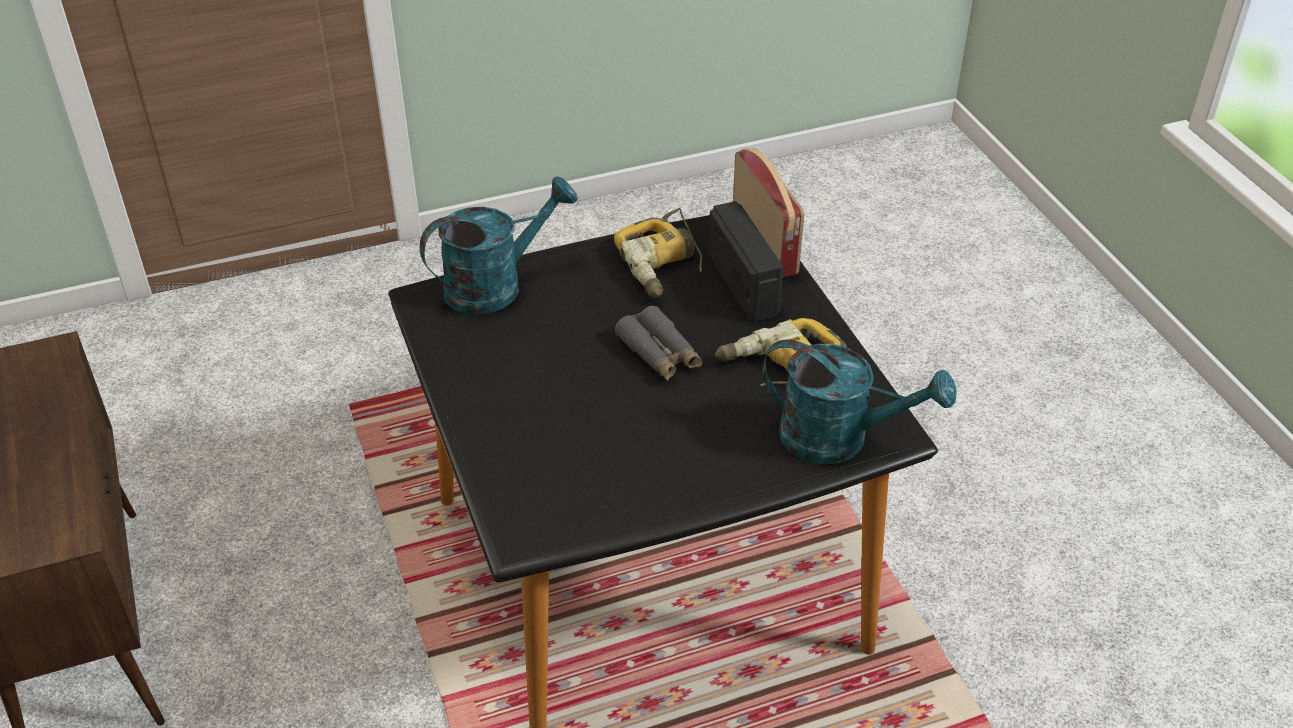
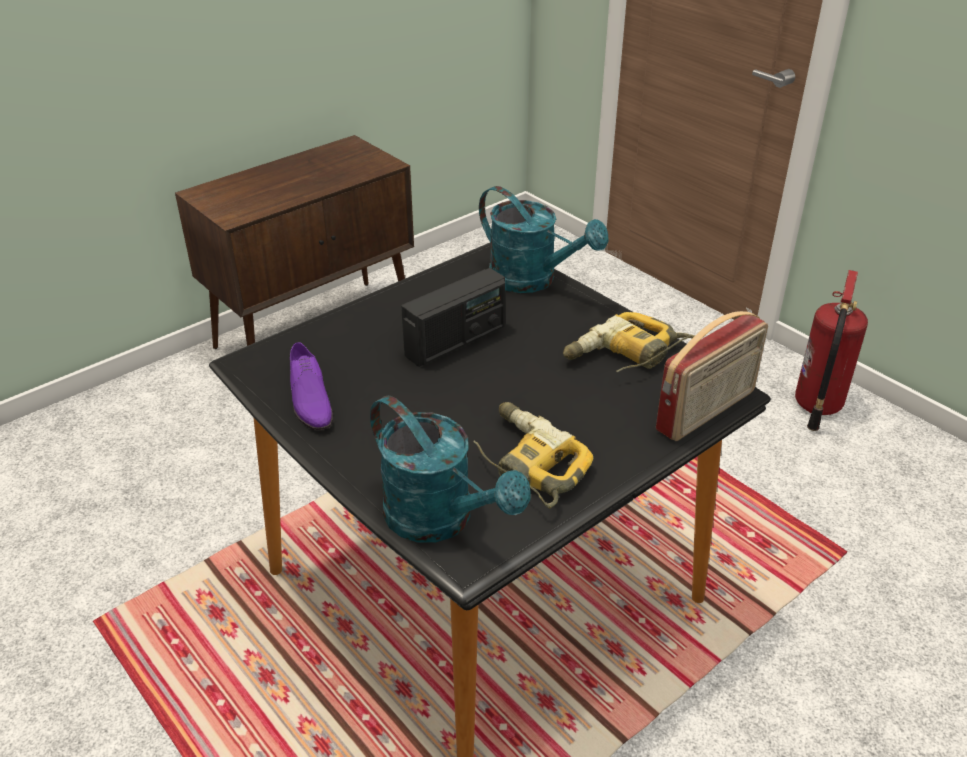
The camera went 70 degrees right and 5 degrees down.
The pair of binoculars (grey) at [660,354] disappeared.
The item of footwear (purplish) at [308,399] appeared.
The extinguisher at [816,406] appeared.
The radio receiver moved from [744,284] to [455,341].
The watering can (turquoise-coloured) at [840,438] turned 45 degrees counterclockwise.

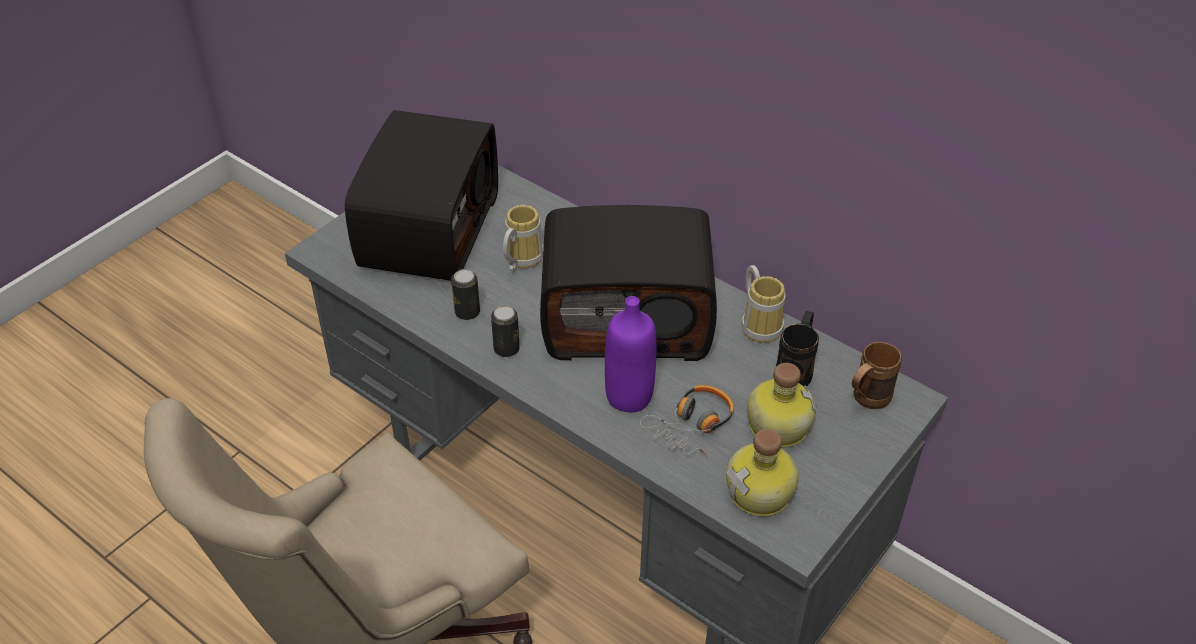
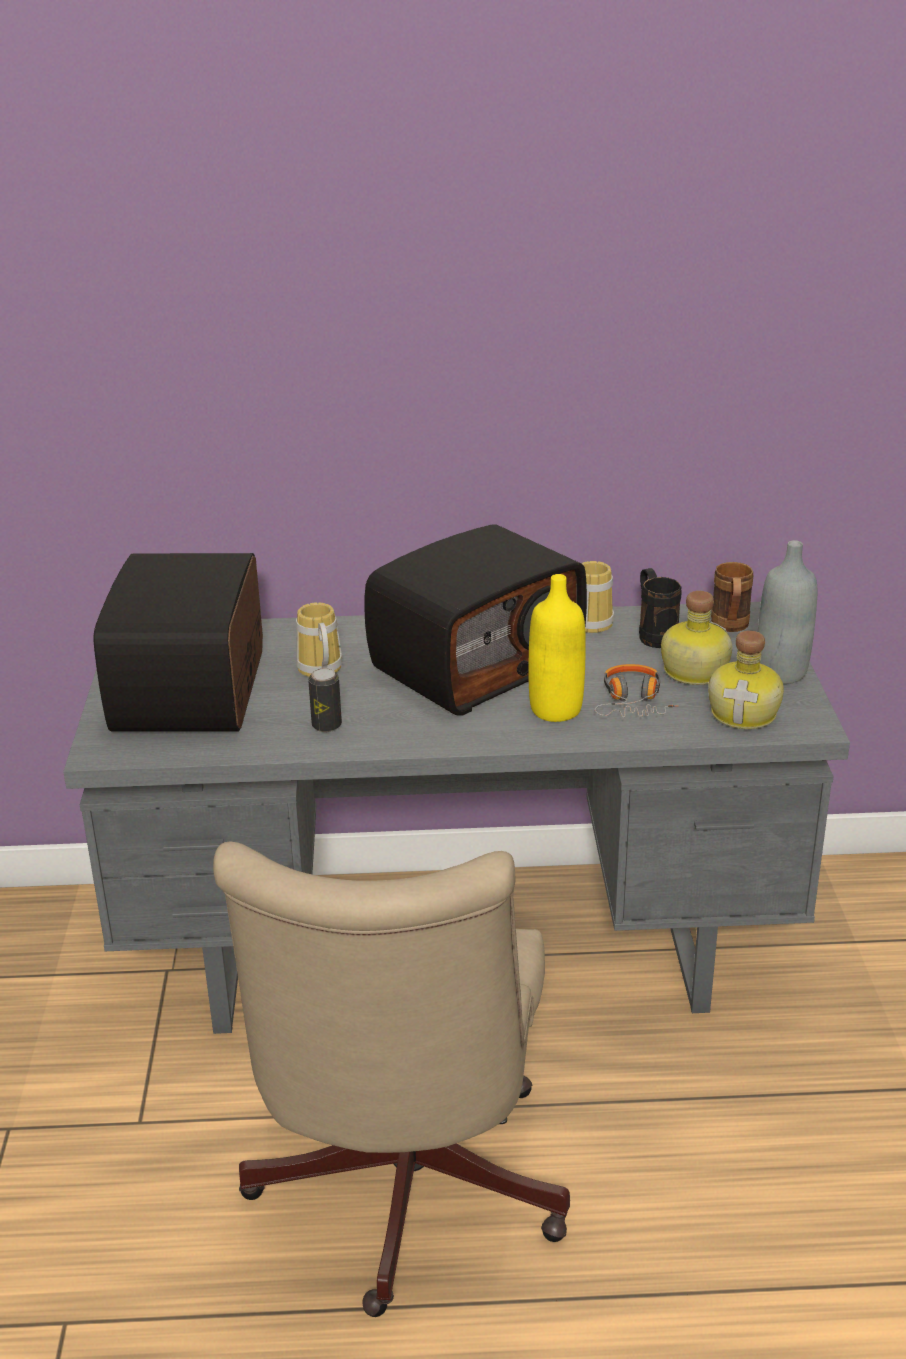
The camera went 40 degrees left and 15 degrees down.
The can at [506,349] disappeared.
The drink bottle (grey) at [781,673] appeared.
The drink bottle (purplish) at [629,396] became the drink bottle (yellow) at [555,709].
The radio receiver at [427,230] turned 150 degrees counterclockwise.

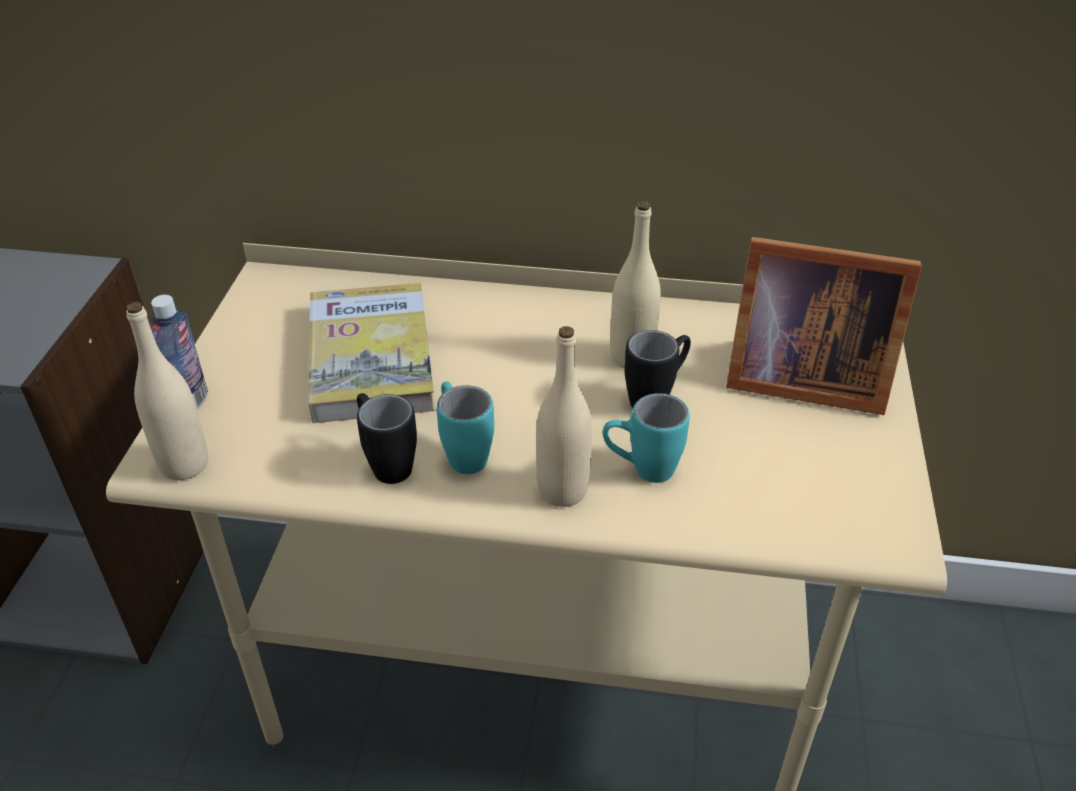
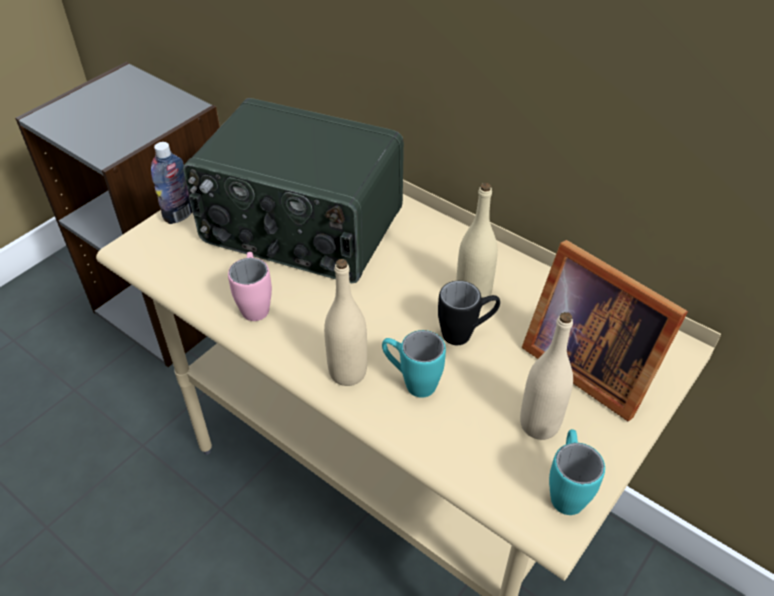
The camera went 30 degrees right and 5 degrees up.
The drink bottle (beige) moved from [184,464] to [539,424].
The tea mug (turquoise-coloured) moved from [463,452] to [566,489].
The book at [370,358] was replaced by the radio receiver at [301,228].
The tea mug (black) at [386,462] became the tea mug (pink) at [255,304].

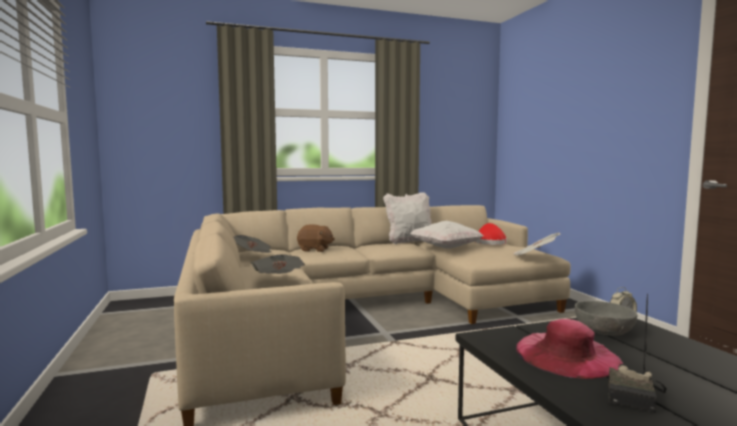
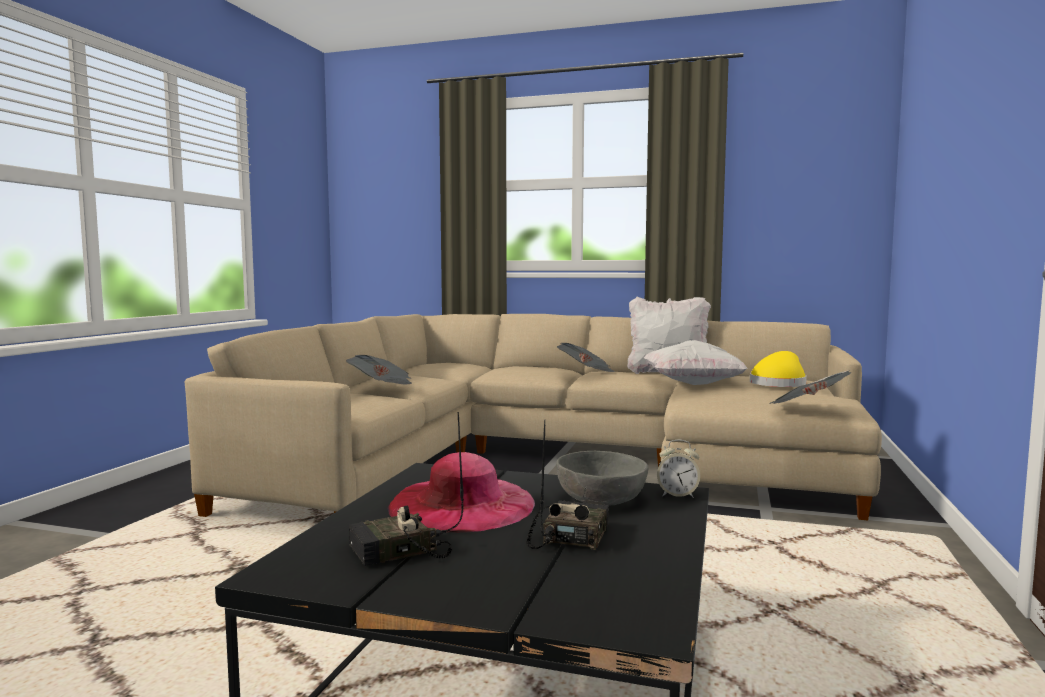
The camera went 35 degrees right and 0 degrees up.
The soft toy (brown) at [315,250] disappeared.
The radio receiver at [569,536] appeared.
The newspaper moved from [253,256] to [586,373].
The wearable hat (red) at [489,242] became the wearable hat (yellow) at [779,384].

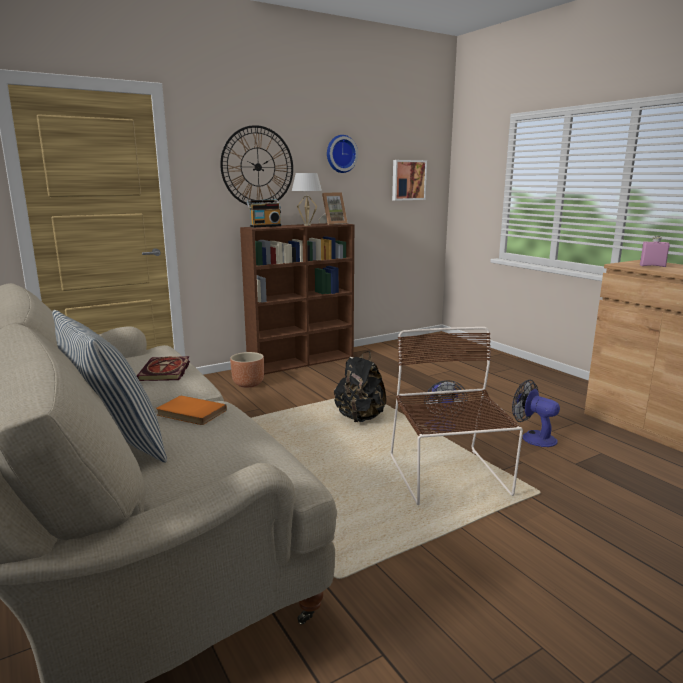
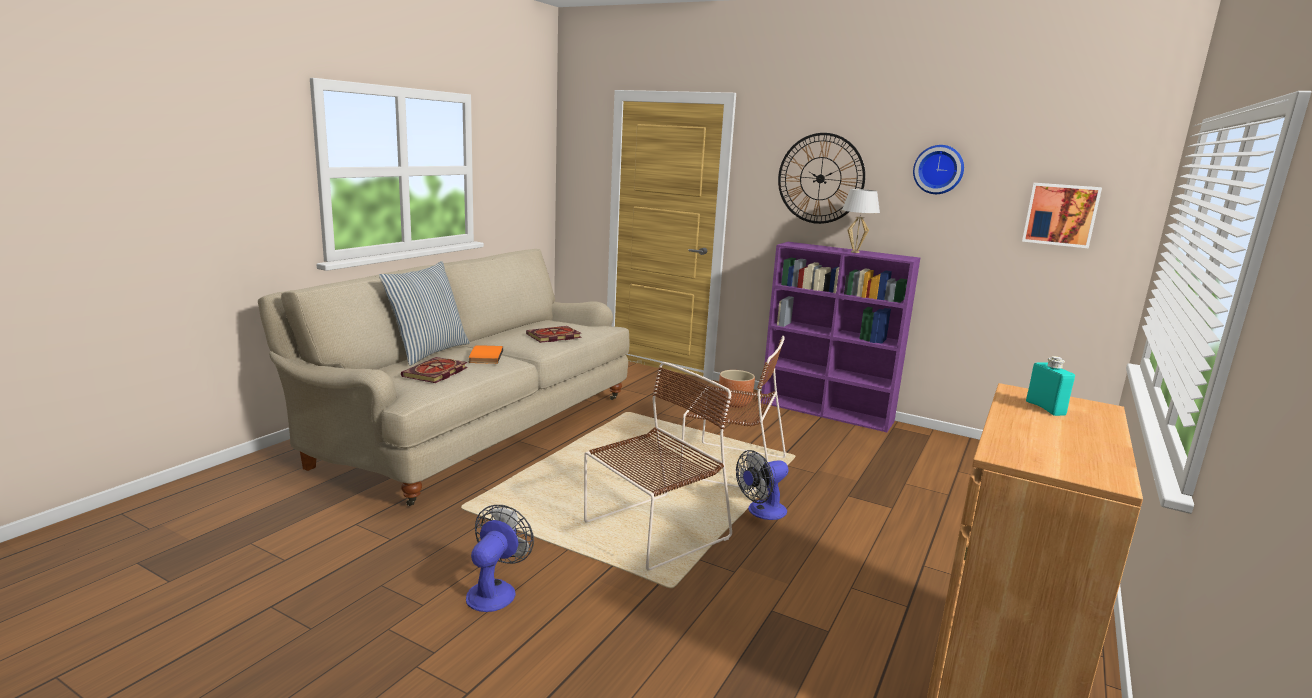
The camera went 60 degrees right and 0 degrees up.
The radio receiver at [265,226] disappeared.
The photo frame at [333,224] disappeared.
The book at [435,373] appeared.
The electric fan moved from [533,437] to [495,590].
The rucksack (black) at [360,418] was replaced by the upright chair (brown) at [730,466].
The bookshelf (brown) at [302,361] became the bookshelf (purplish) at [827,412].
The drink bottle (pink) at [652,266] became the drink bottle (turquoise-coloured) at [1045,408].

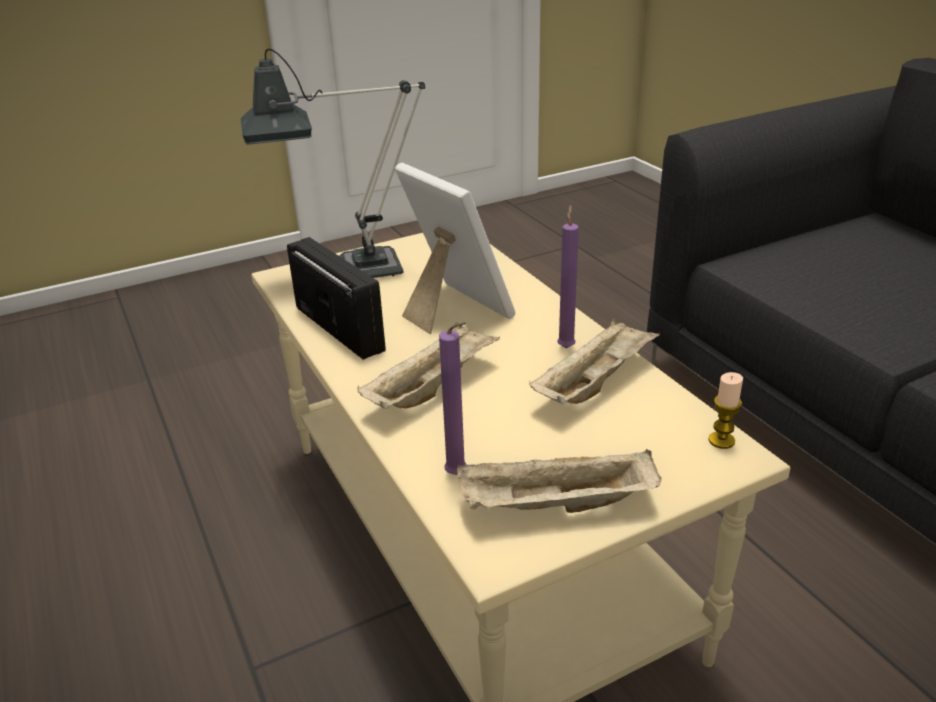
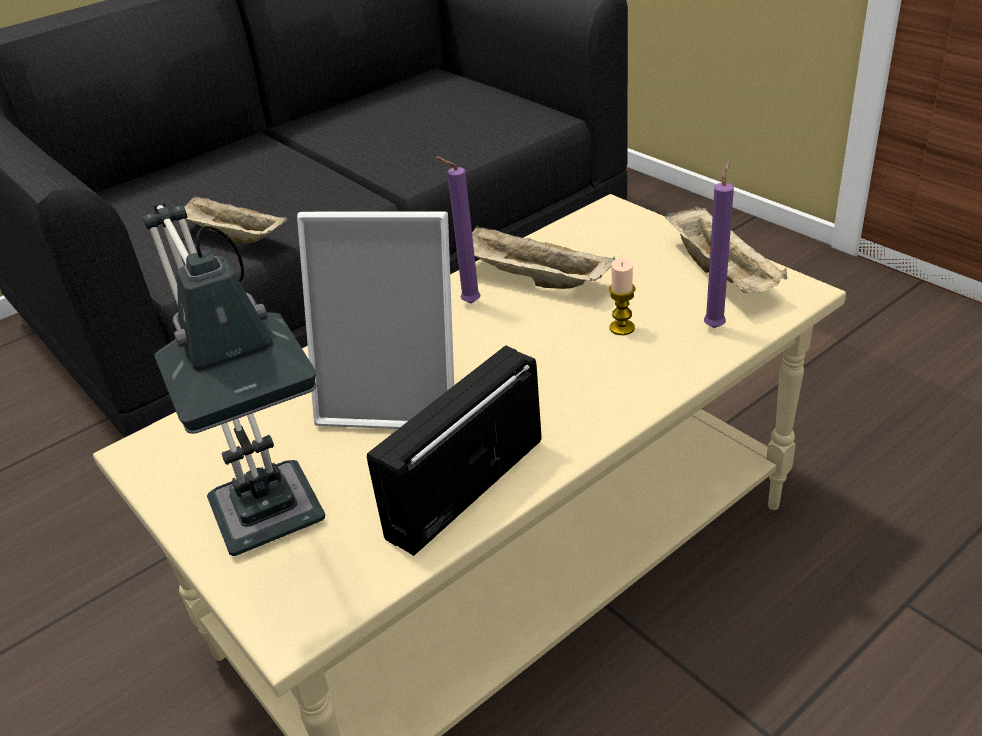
The camera went 100 degrees left and 5 degrees up.
The serving tray (beige) moved from [432,387] to [231,237].
The candle moved from [721,440] to [622,328].
The photo frame at [452,310] turned 120 degrees counterclockwise.

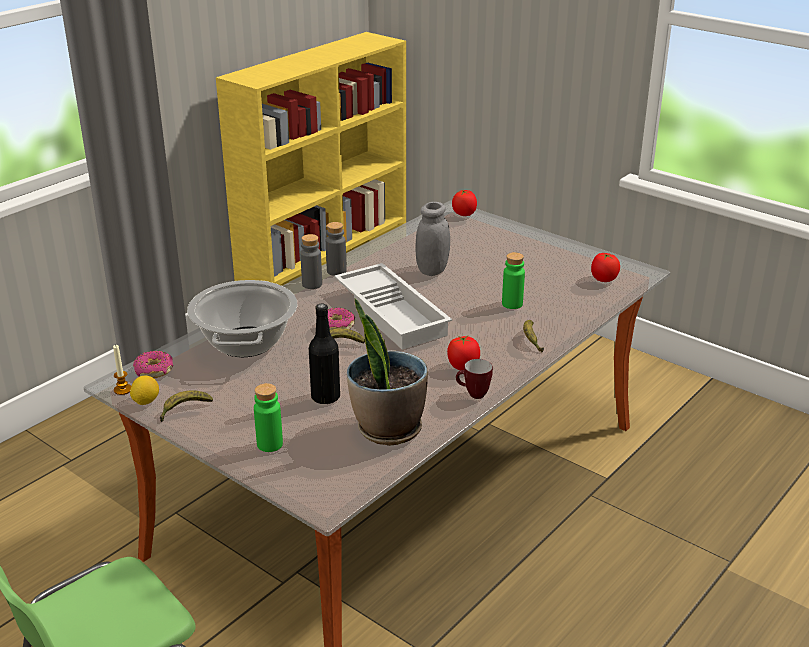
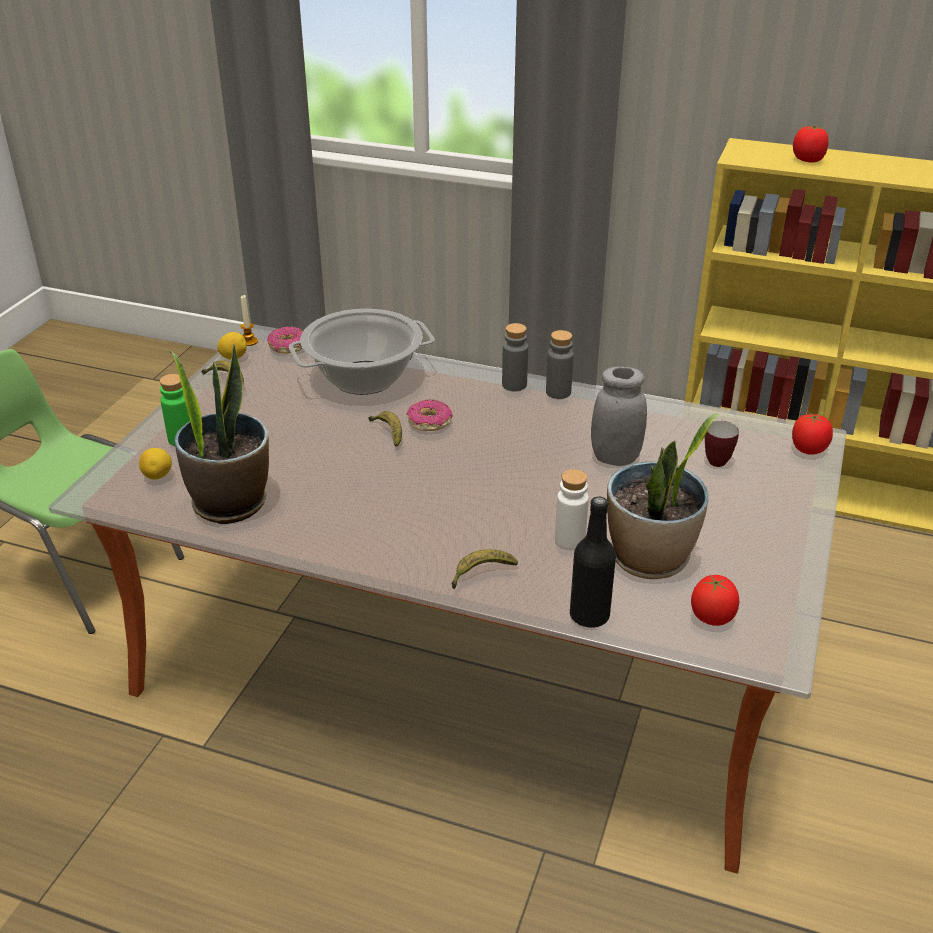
The camera went 70 degrees right and 5 degrees up.
The serving tray (white-coloured) at [393,313] disappeared.
The whole lemon at [158,476] appeared.
The potted plant at [650,558] appeared.
The drink bottle (black) moved from [325,397] to [589,616].
The whole tomato moved from [463,366] to [808,160].
The tea mug moved from [473,394] to [715,459].
The drink bottle (green) at [512,304] became the drink bottle (white-coloured) at [569,540].

